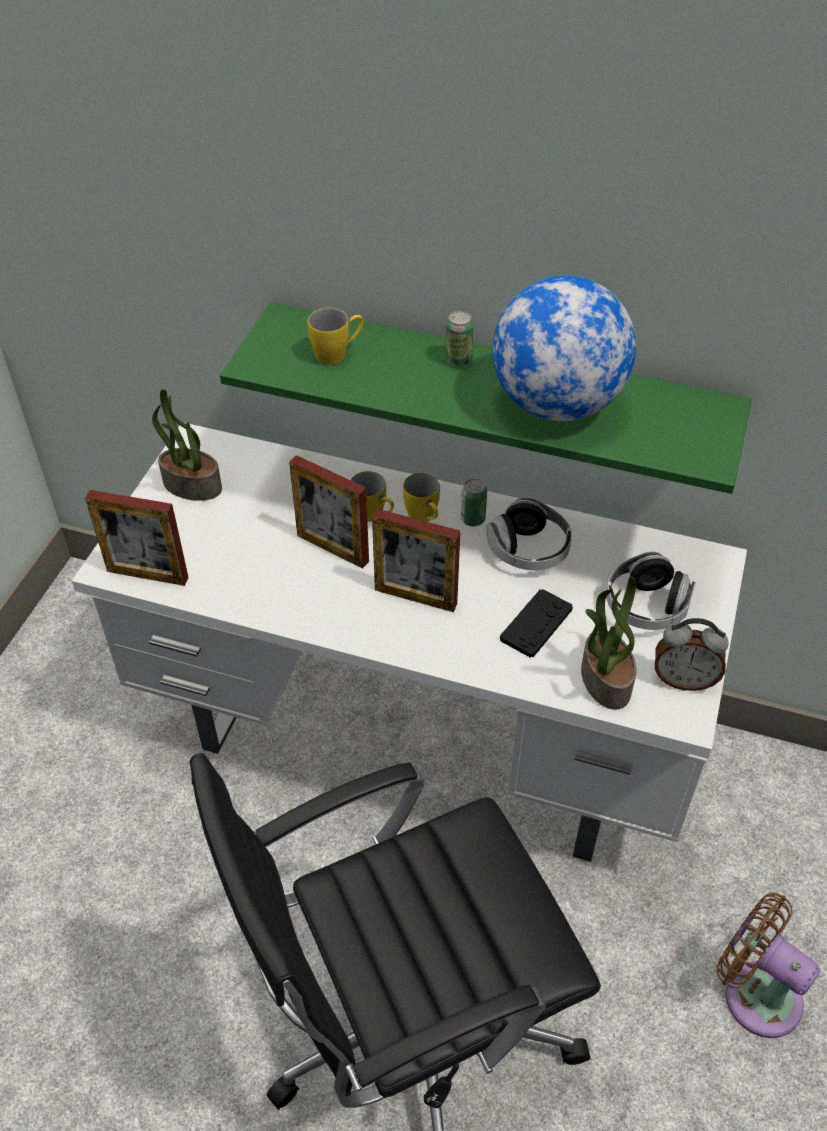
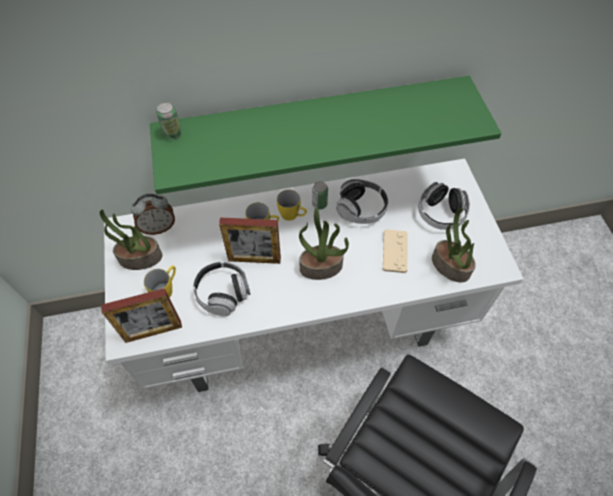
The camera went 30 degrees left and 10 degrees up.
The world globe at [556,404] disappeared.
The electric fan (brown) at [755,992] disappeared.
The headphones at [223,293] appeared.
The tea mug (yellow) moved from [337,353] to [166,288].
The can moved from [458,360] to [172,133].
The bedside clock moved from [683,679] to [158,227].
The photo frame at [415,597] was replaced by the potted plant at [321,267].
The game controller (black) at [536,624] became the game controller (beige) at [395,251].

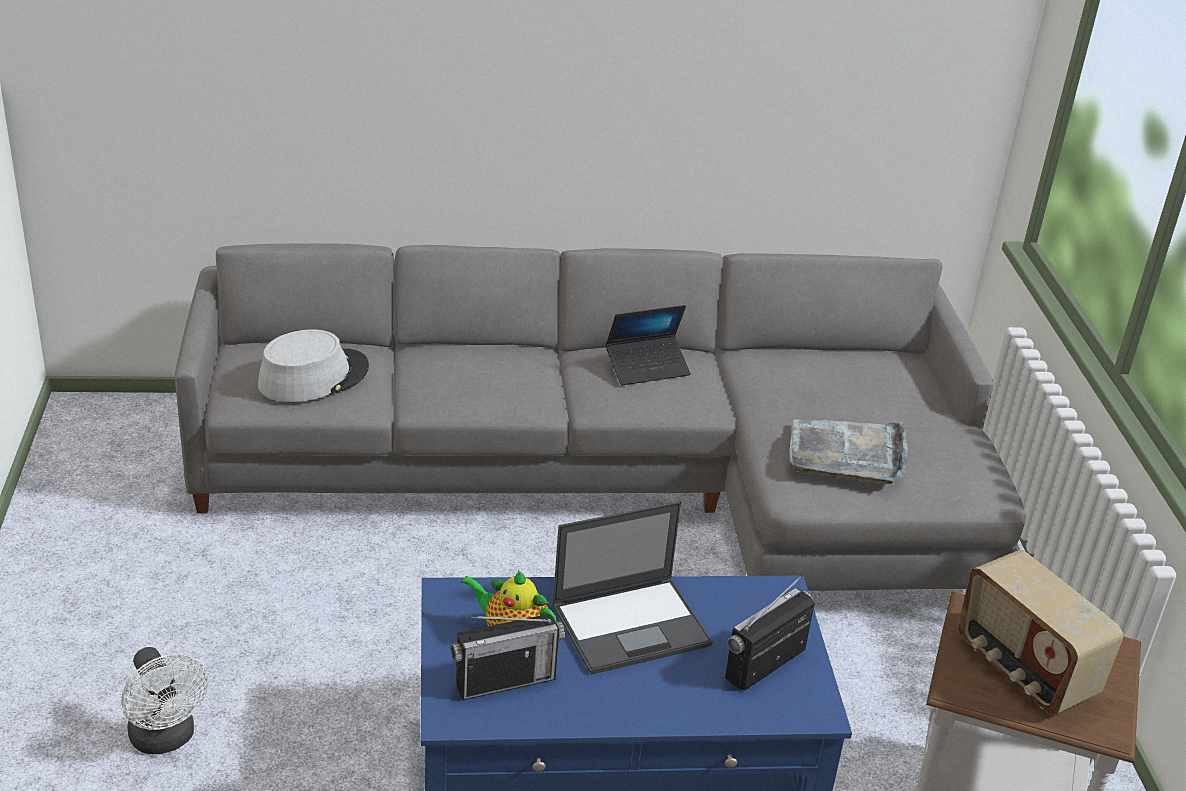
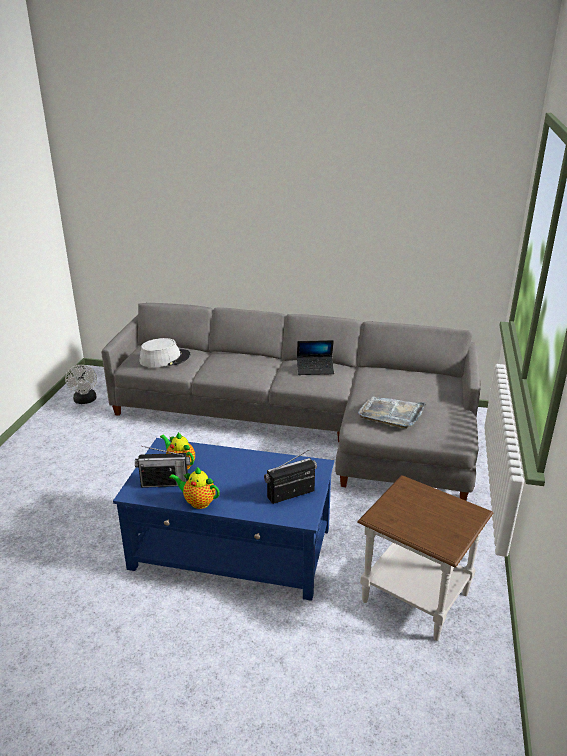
The camera went 20 degrees right and 5 degrees down.
The portable computer at [632,624] disappeared.
The radio receiver at [1023,670] disappeared.
The pot for tea at [198,502] appeared.
The electric fan (white-coloured) moved from [166,739] to [85,401].

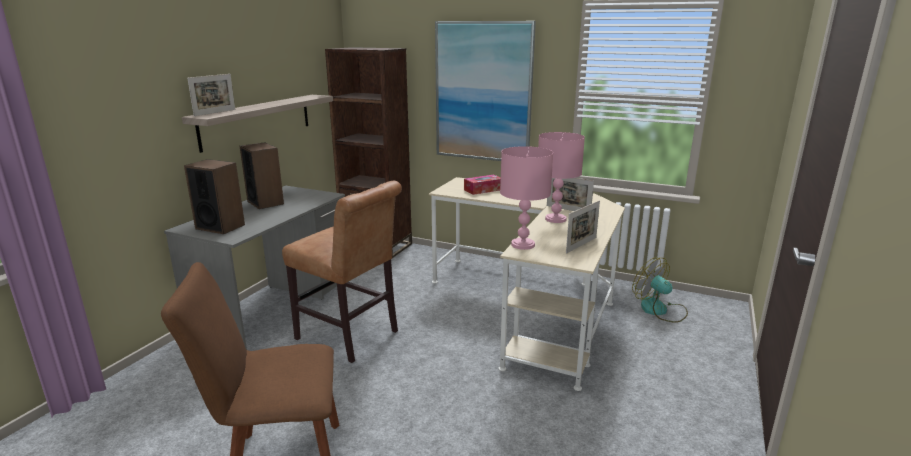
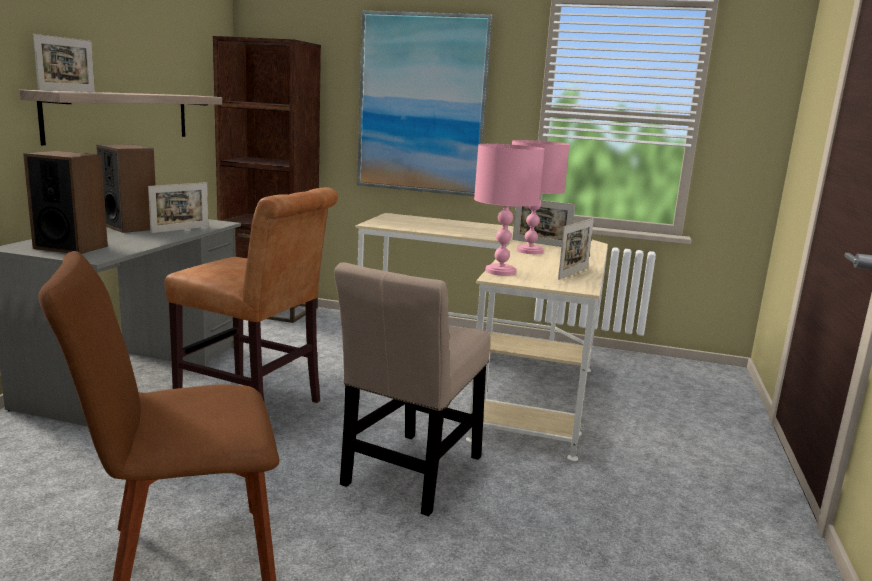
The camera went 10 degrees left and 5 degrees down.
The box of tissues at [483,190] disappeared.
The electric fan at [660,310] disappeared.
The photo frame at [180,229] appeared.
The upright chair (beige) at [411,474] appeared.

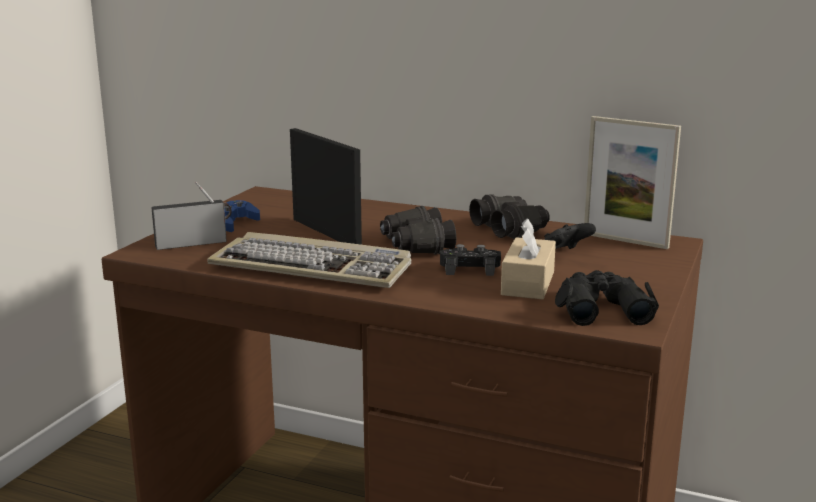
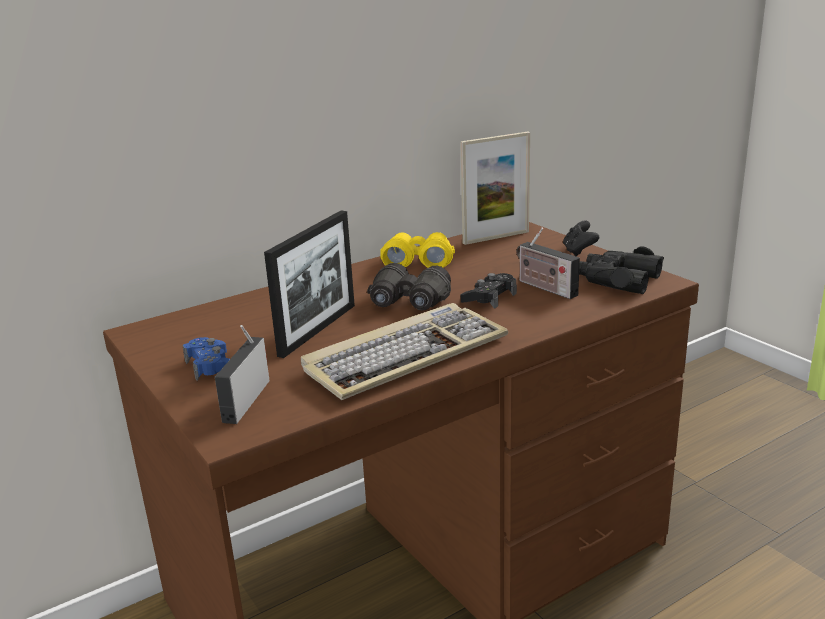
The camera went 55 degrees left and 5 degrees up.
The game controller (black) moved from [565,254] to [579,251].
The box of tissues (beige) at [528,283] was replaced by the radio receiver at [544,287].
The pair of binoculars (black) at [510,229] became the pair of binoculars (yellow) at [417,262].
The photo frame at [326,233] turned 120 degrees clockwise.

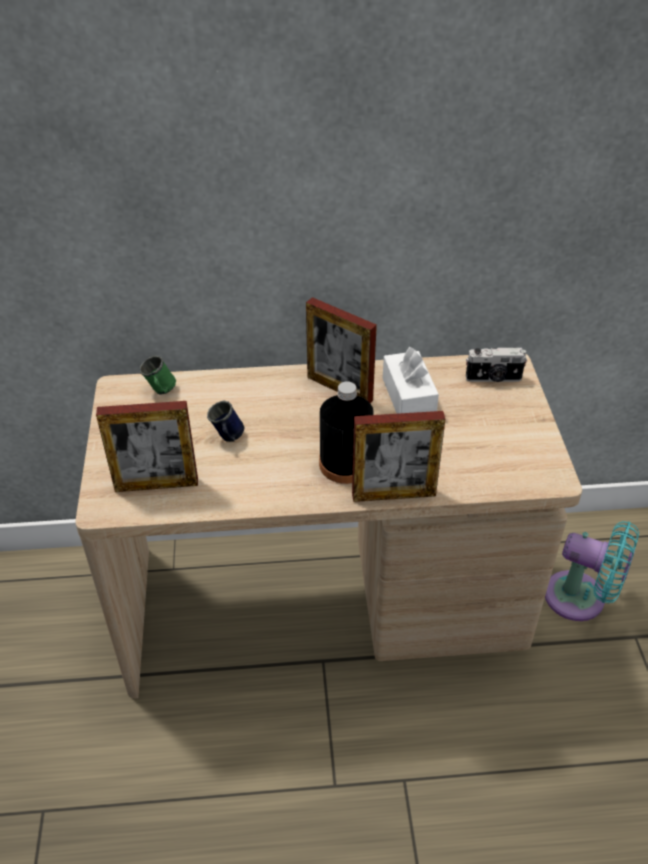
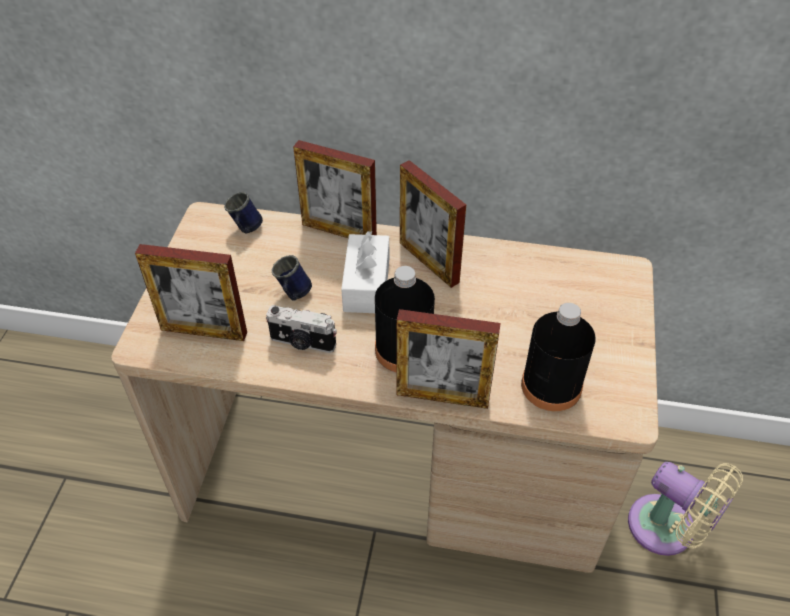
The camera went 15 degrees right and 5 degrees up.
The photo frame at [339,231] appeared.
The drink bottle (black) at [551,386] appeared.
The box of tissues (white-coloured) moved from [408,397] to [366,284].
The still camera moved from [493,379] to [302,343].
The tea mug (green) at [161,392] became the tea mug (blue) at [245,230].
The electric fan (turquoise-coloured) at [581,599] became the electric fan (beige) at [667,530].

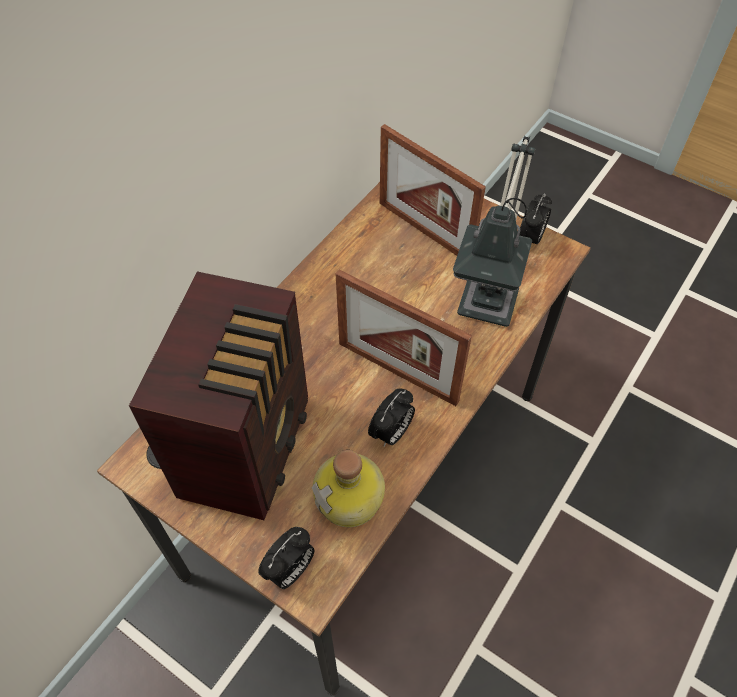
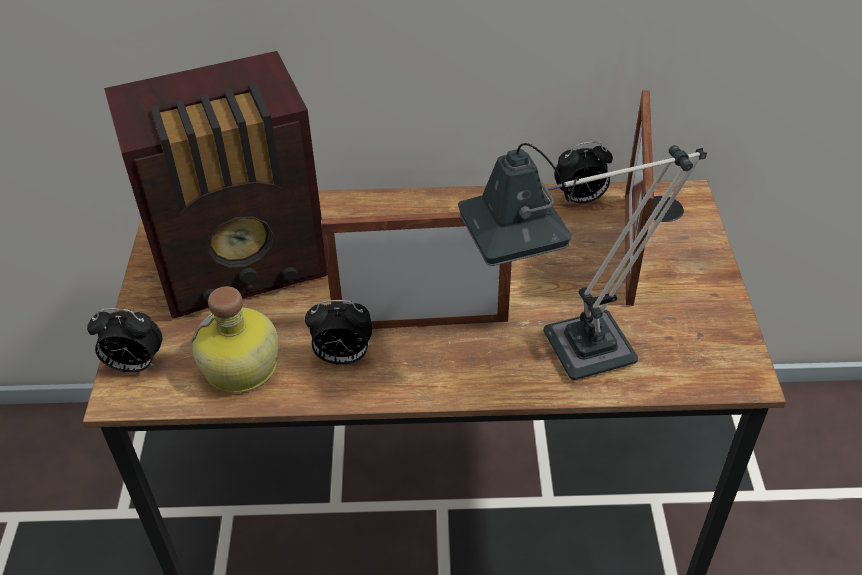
The camera went 55 degrees right and 10 degrees down.
The bedside clock moved from [530,239] to [580,199].
The photo frame at [397,372] turned 90 degrees clockwise.

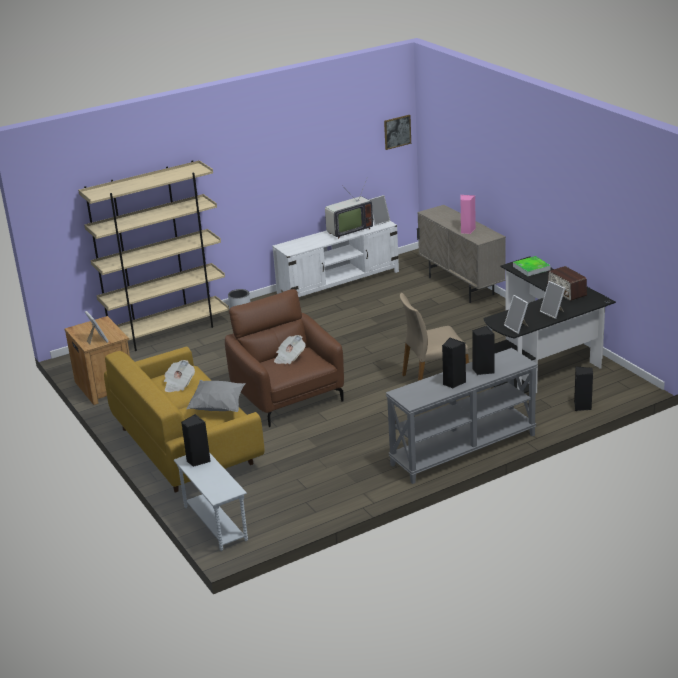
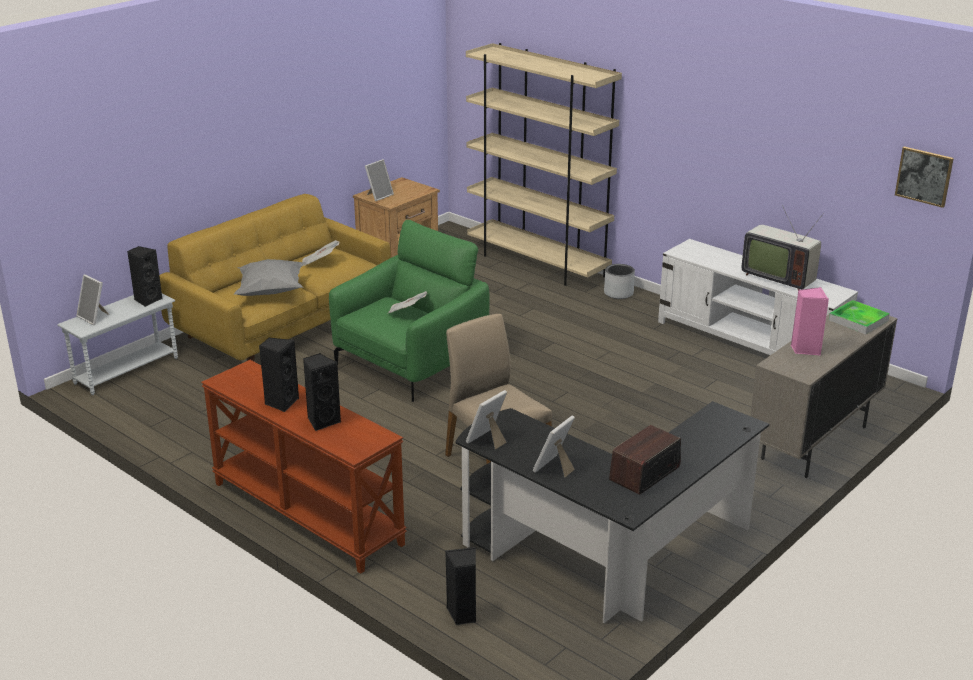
The camera went 70 degrees right and 0 degrees up.
The photo frame moved from [379,221] to [94,317].
The serving tray moved from [531,268] to [858,320].
The easy chair (brown) at [288,397] became the easy chair (green) at [411,363].
The hall table (grey) at [463,450] became the hall table (brown) at [305,514].

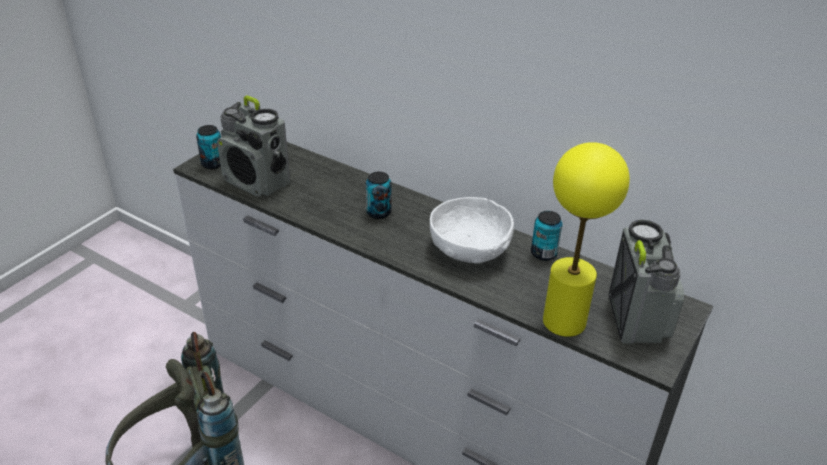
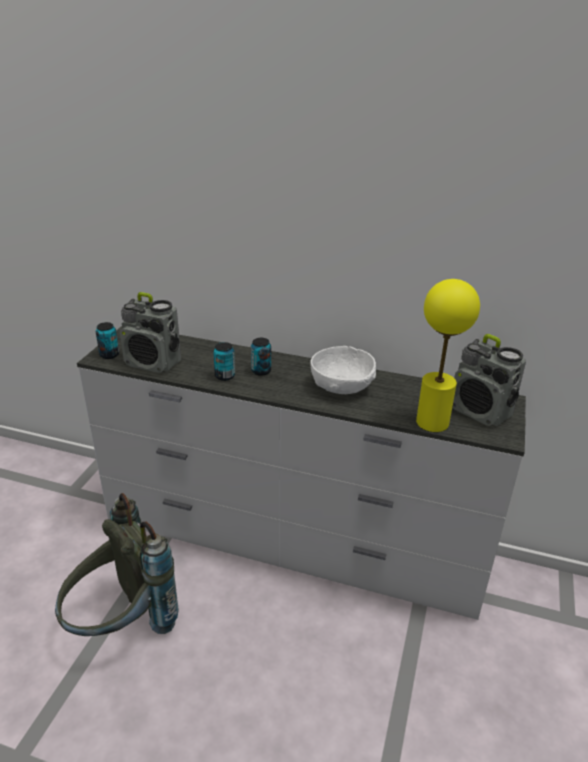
The camera went 15 degrees left and 5 degrees down.
The can moved from [543,253] to [225,376].
The radio receiver at [637,318] turned 150 degrees clockwise.

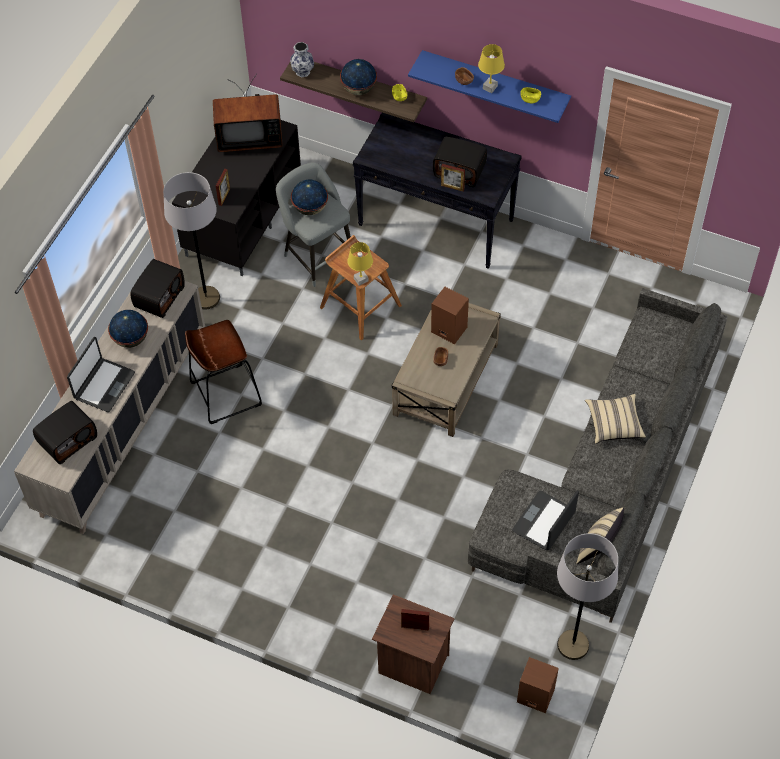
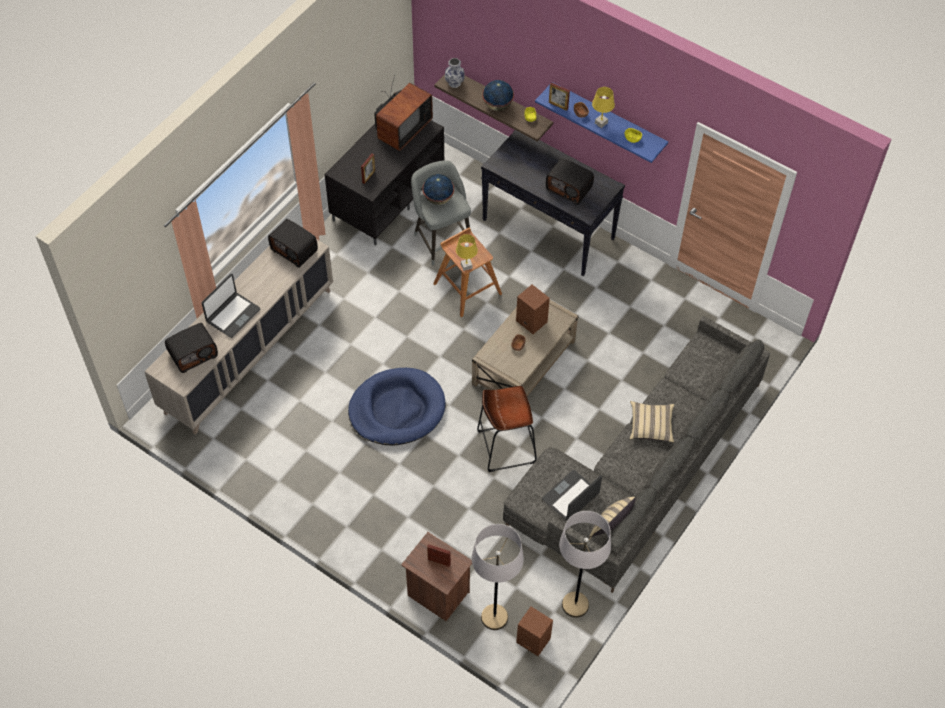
The camera went 10 degrees right and 0 degrees up.
The world globe at [131,339] disappeared.
The dog cushion (blue) at [397,409] appeared.
The floor lamp (grey) moved from [206,298] to [494,617].
The stool (brown) moved from [225,393] to [506,446].
The photo frame moved from [452,187] to [558,105].
The radio receiver at [159,296] turned 90 degrees clockwise.
The television at [249,136] turned 60 degrees counterclockwise.

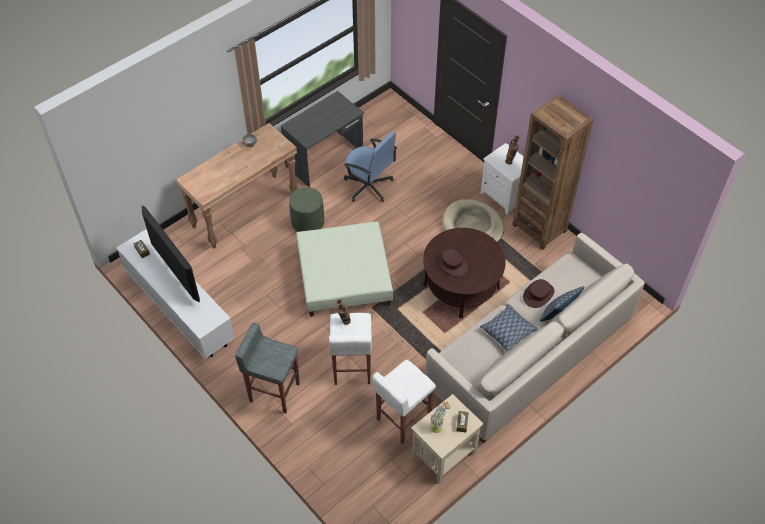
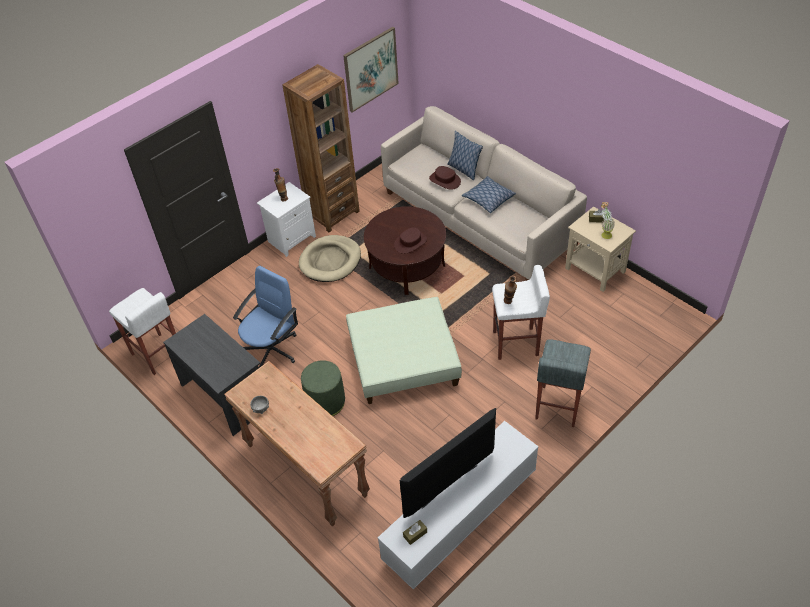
The camera went 90 degrees left and 5 degrees down.
The wall art at [371,69] appeared.
The stool (white-coloured) moved from [402,419] to [157,354].

